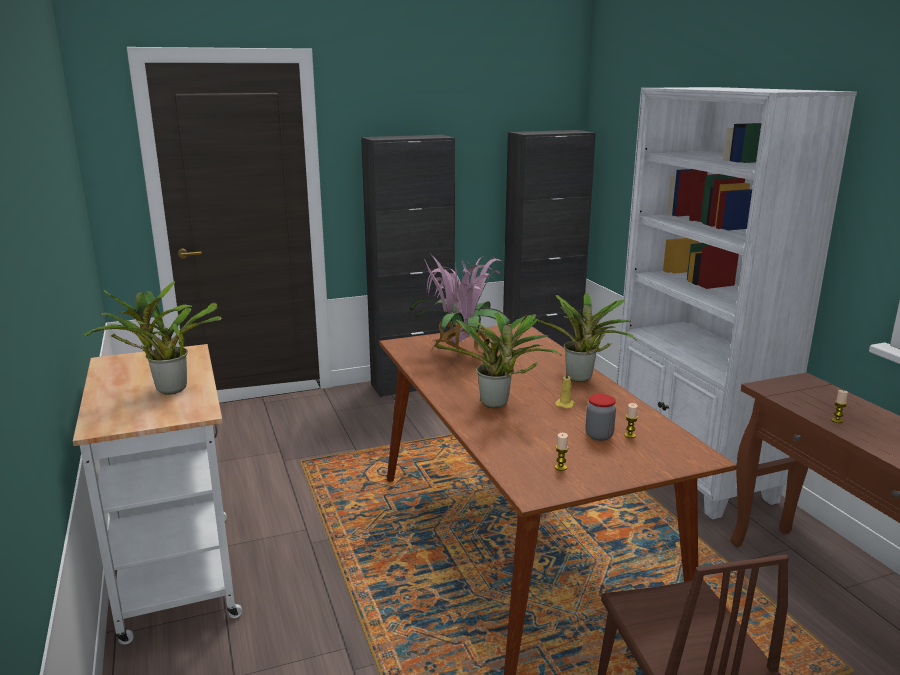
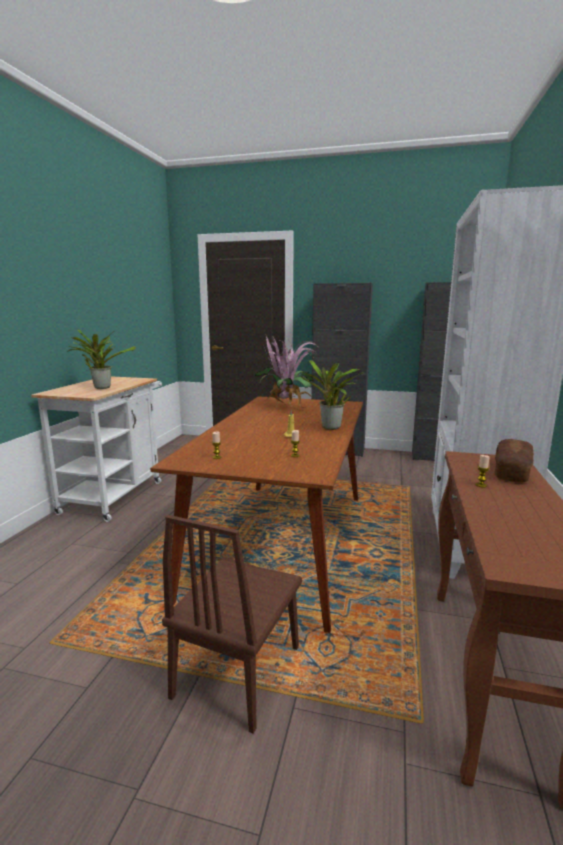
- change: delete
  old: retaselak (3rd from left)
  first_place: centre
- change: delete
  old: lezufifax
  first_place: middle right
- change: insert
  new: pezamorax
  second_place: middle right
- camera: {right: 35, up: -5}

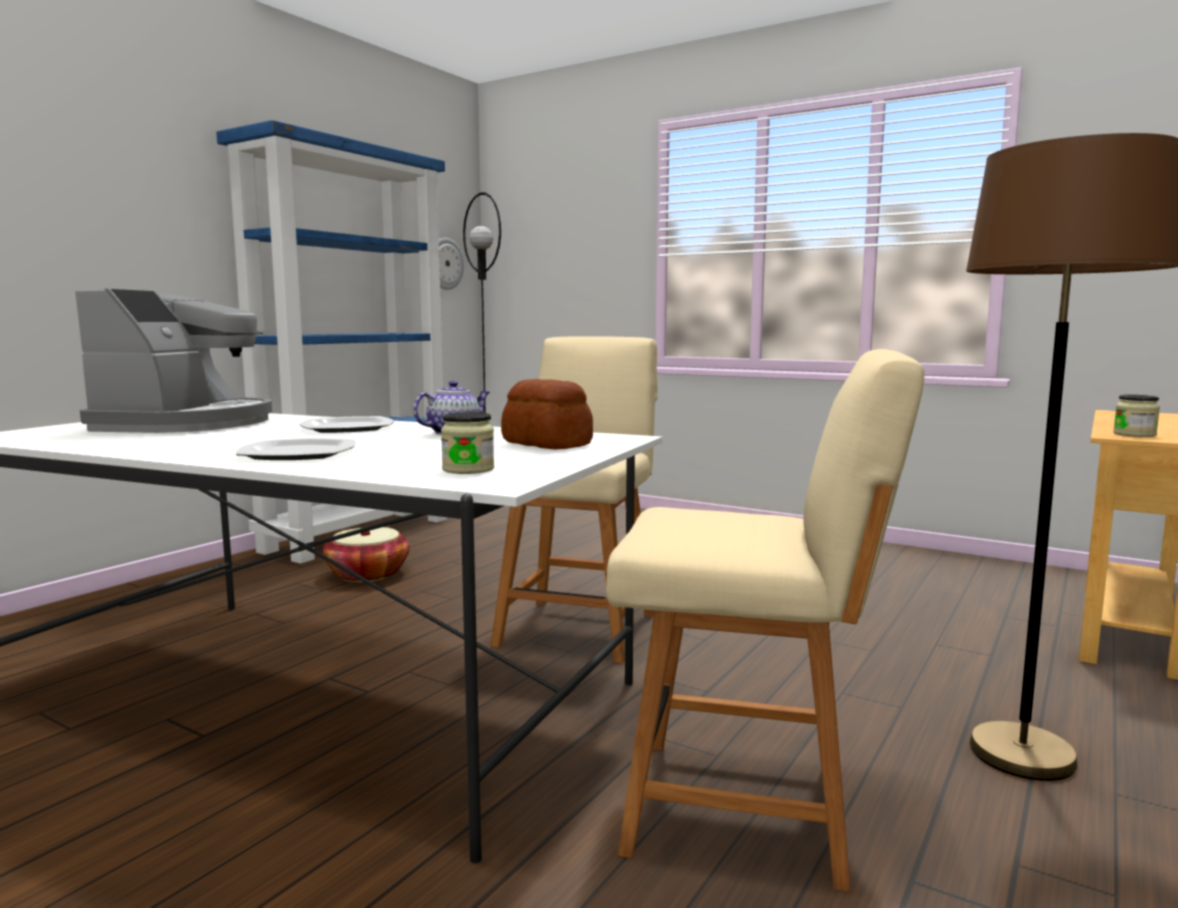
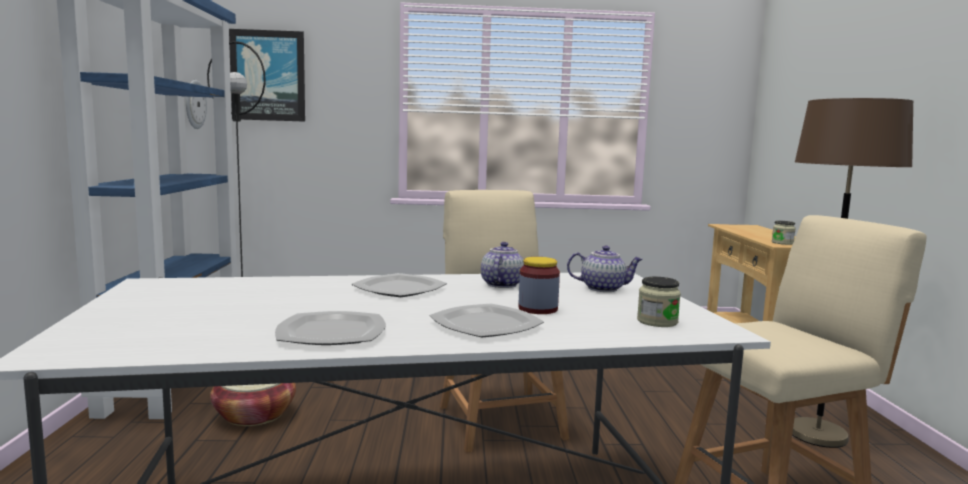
- change: delete
  old: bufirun
  first_place: middle left
- change: replace
  old: pezamorax
  new: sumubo (2nd from left)
  first_place: centre
  second_place: centre
- change: insert
  new: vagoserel
  second_place: top left
- change: insert
  new: lezufifax (1st from left)
  second_place: centre
- change: insert
  new: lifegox (1st from left)
  second_place: bottom centre
- camera: {right: -35, up: 0}

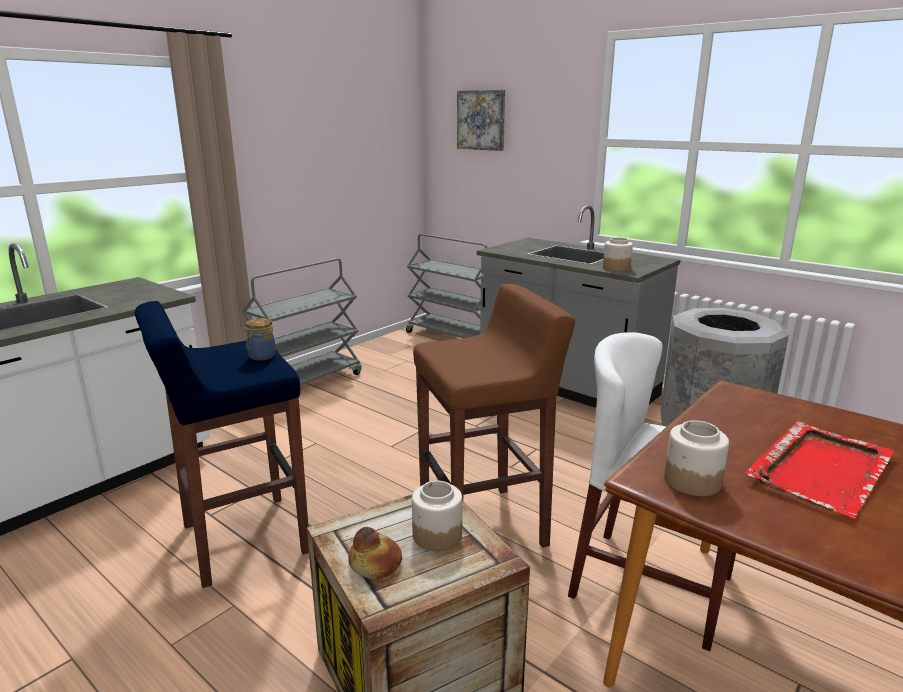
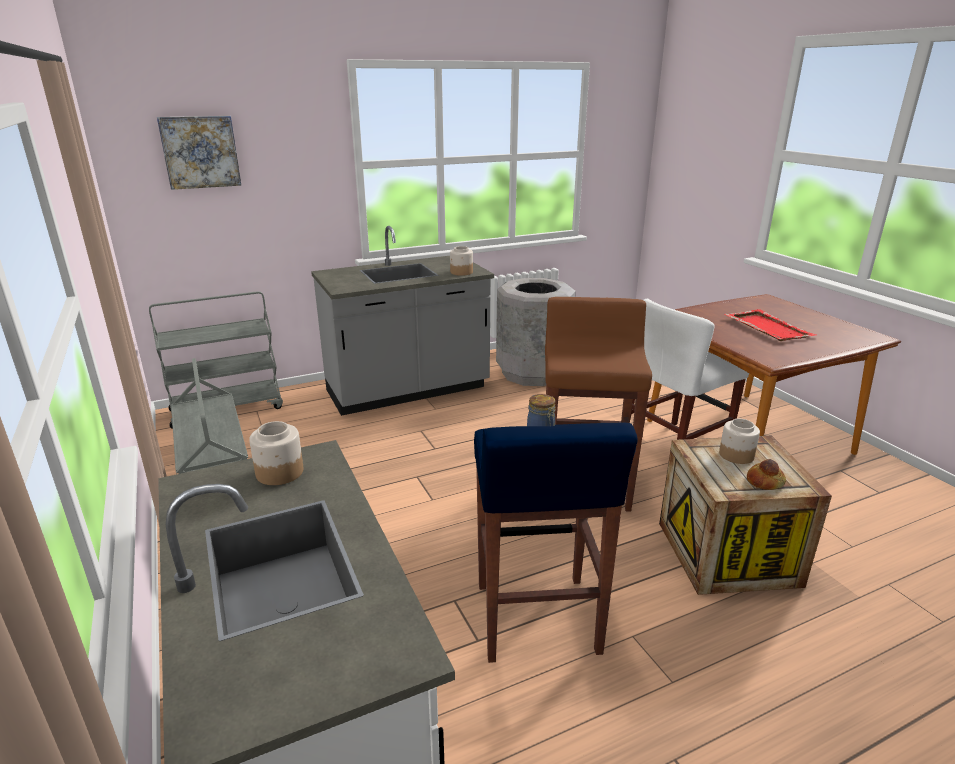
- change: move
  old: lezufifax (4th from left in the first image)
  new: lezufifax (1st from left)
  first_place: middle right
  second_place: middle left
- camera: {right: -65, up: 5}

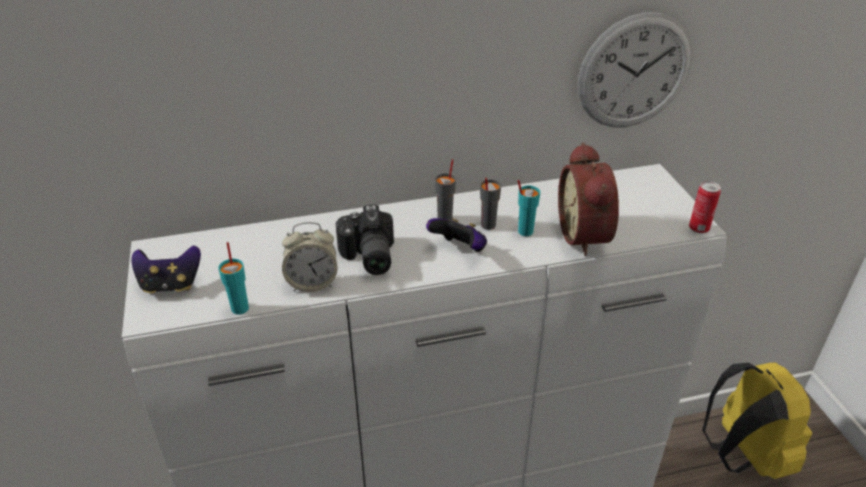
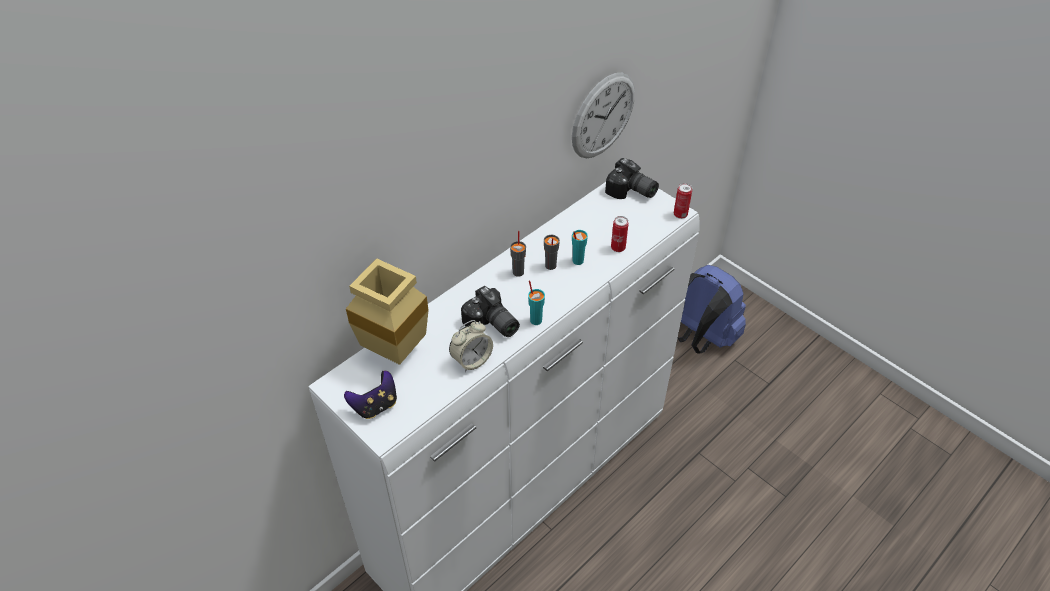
- change: replace
  old: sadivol (2nd from left)
  new: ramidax (1st from left)
  first_place: middle right
  second_place: centre
- change: delete
  old: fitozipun (2nd from left)
  first_place: centre
- change: move
  old: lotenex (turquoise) (1st from left)
  first_place: middle left
  second_place: centre
- change: recolor
  old: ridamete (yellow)
  new: ridamete (blue)
  first_place: bottom right
  second_place: middle right
- change: insert
  new: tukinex (2nd from left)
  second_place: top centre
- change: insert
  new: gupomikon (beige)
  second_place: centre
- camera: {right: -30, up: 10}

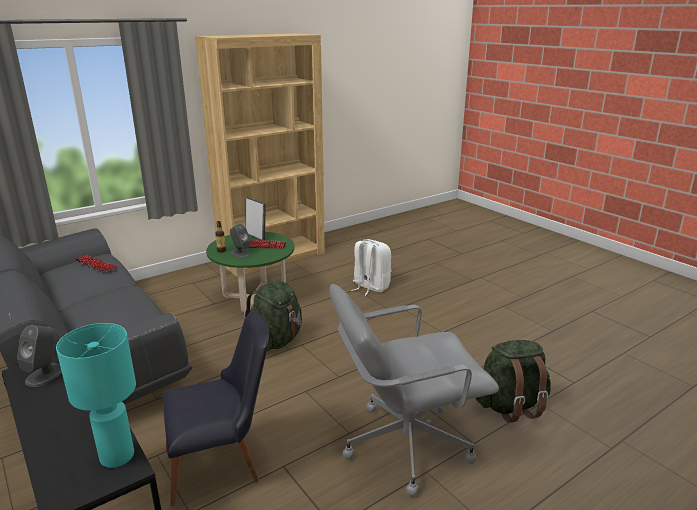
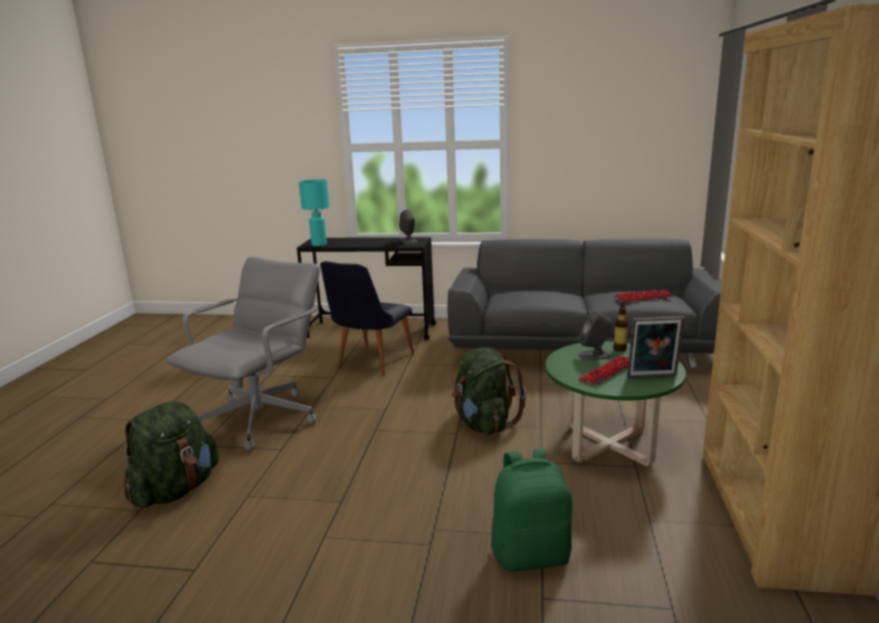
- change: recolor
  old: ridamete (white)
  new: ridamete (green) (3rd from left)
  first_place: centre
  second_place: bottom centre
- camera: {right: 135, up: -5}

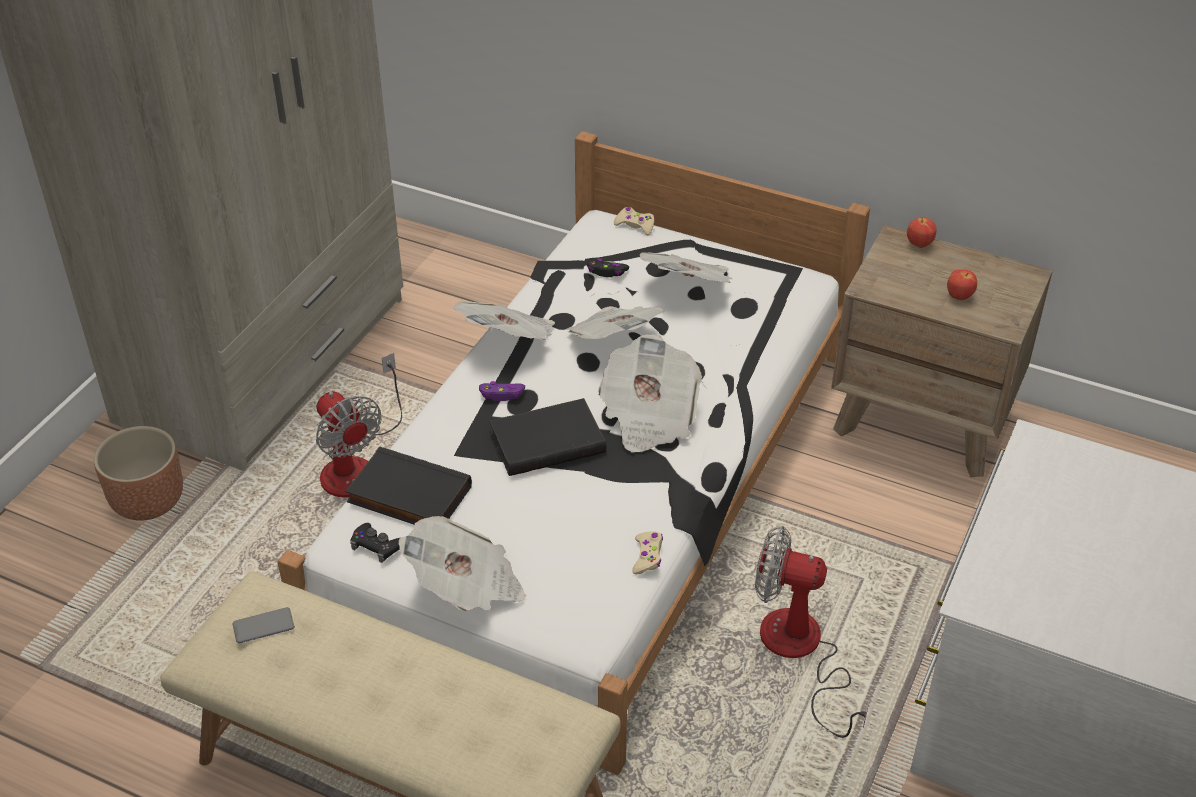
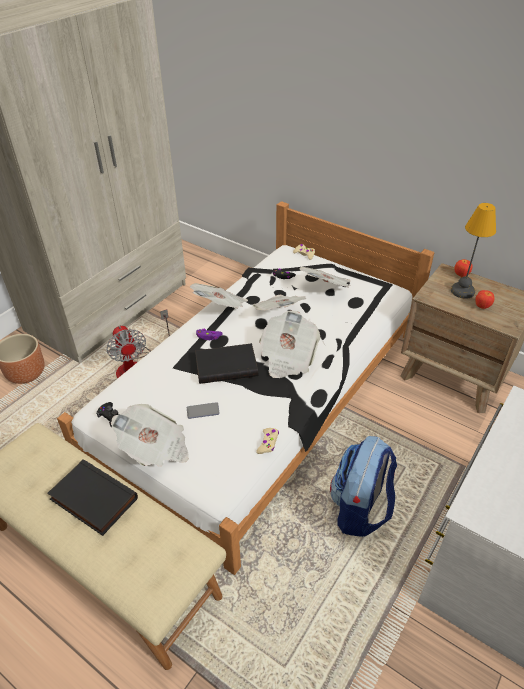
- change: move
  old: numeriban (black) (1st from left)
  first_place: centre
  second_place: bottom left
- change: replace
  old: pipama (2nd from left)
  new: ridamete
  first_place: bottom right
  second_place: bottom right
- change: move
  old: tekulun
  first_place: bottom left
  second_place: centre
- change: insert
  new: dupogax
  second_place: middle right
- camera: {right: 10, up: 0}

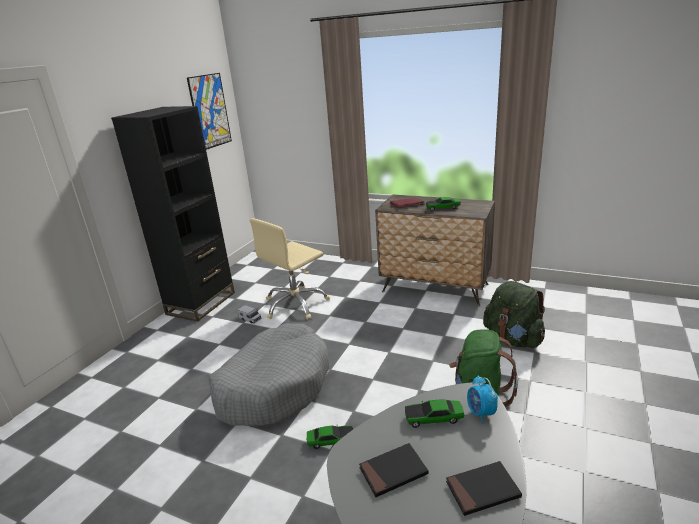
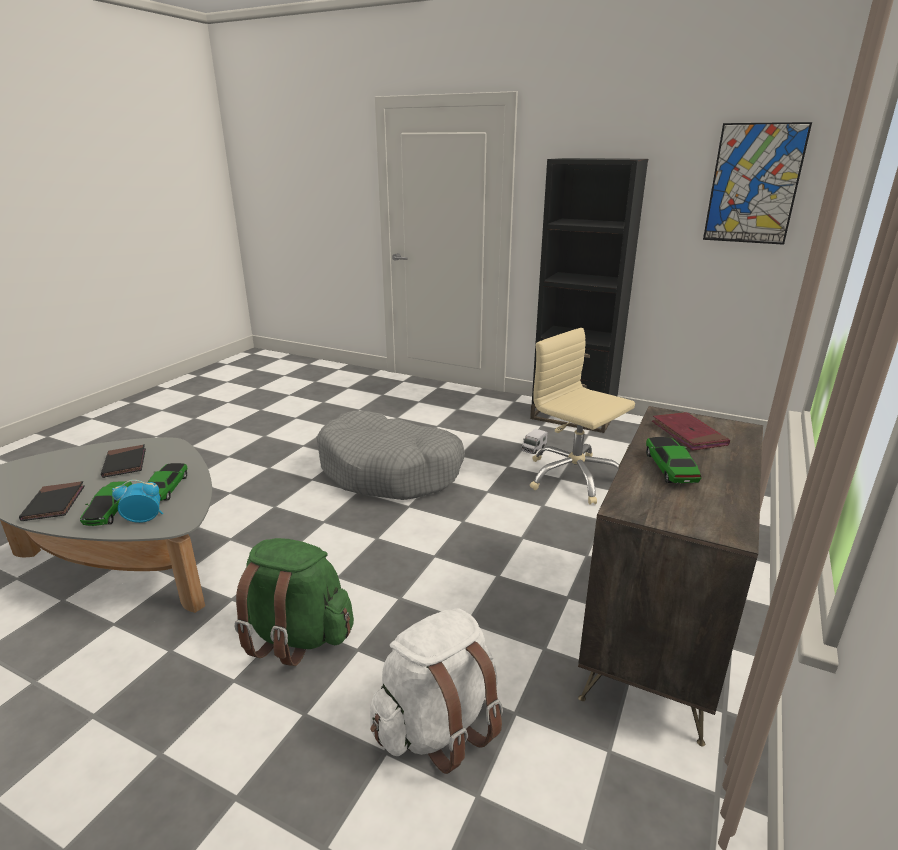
- change: recolor
  old: ridamete (green) (2nd from left)
  new: ridamete (white)
  first_place: middle right
  second_place: bottom centre
- change: move
  old: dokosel (1st from left)
  first_place: bottom centre
  second_place: middle left
- camera: {right: 90, up: 0}

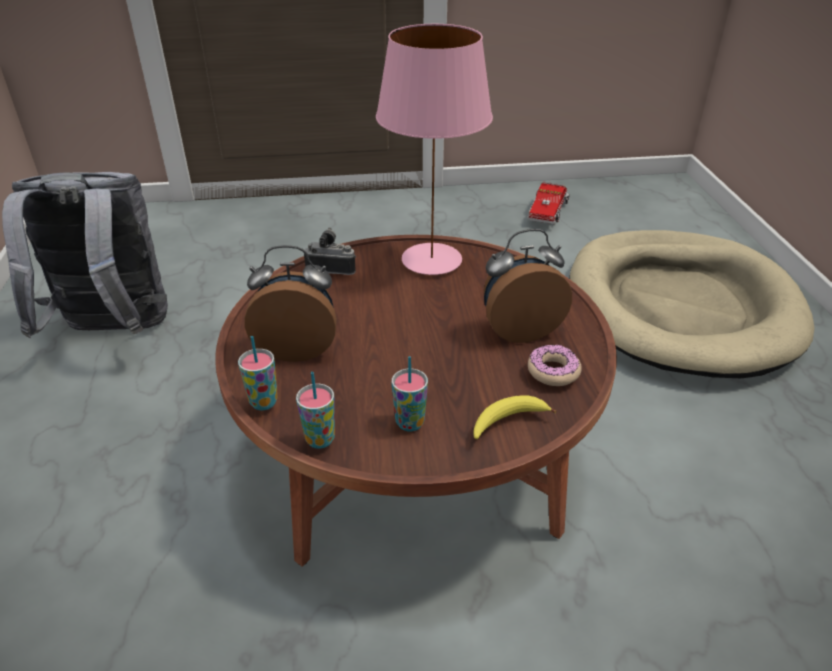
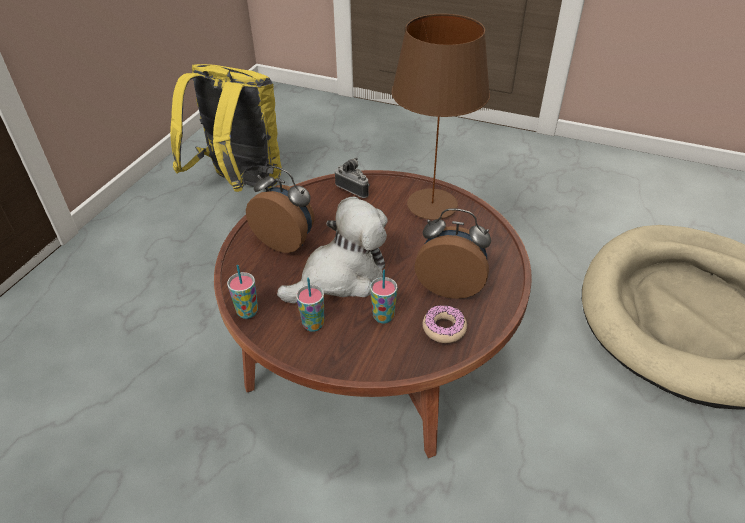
- change: recolor
  old: dupogax (pink)
  new: dupogax (brown)
  first_place: top centre
  second_place: top centre
- change: recolor
  old: ridamete (grey)
  new: ridamete (yellow)
  first_place: middle left
  second_place: top left
- change: delete
  old: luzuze
  first_place: top centre
- change: move
  old: lotenex (1st from left in the first image)
  new: lotenex (3rd from left)
  first_place: middle left
  second_place: centre
- change: delete
  old: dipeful
  first_place: centre
- change: insert
  new: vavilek
  second_place: centre
- camera: {right: 30, up: 5}

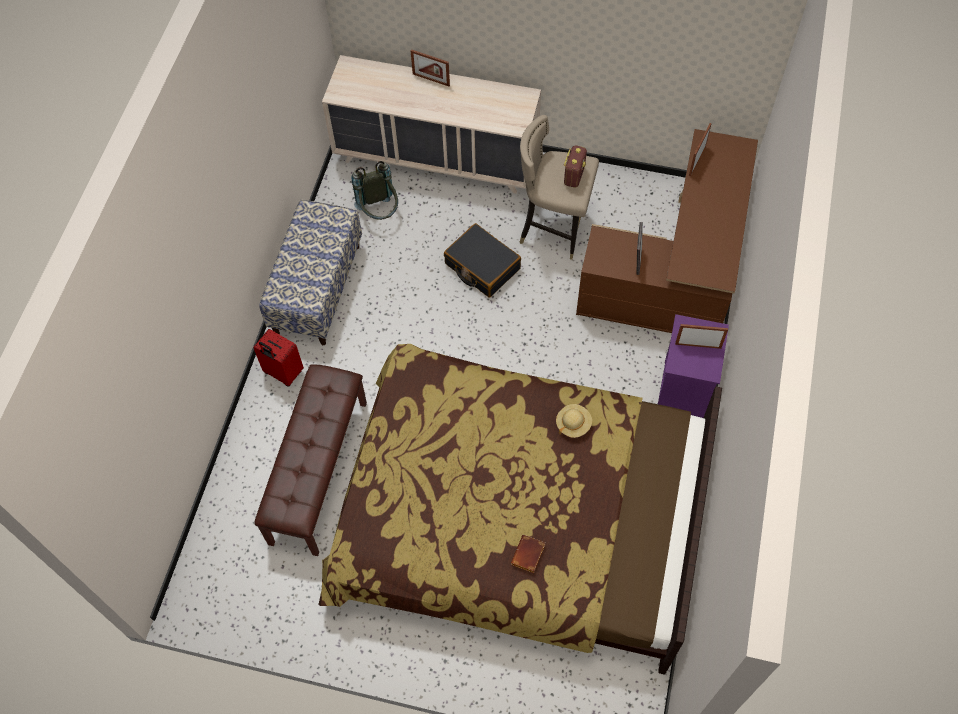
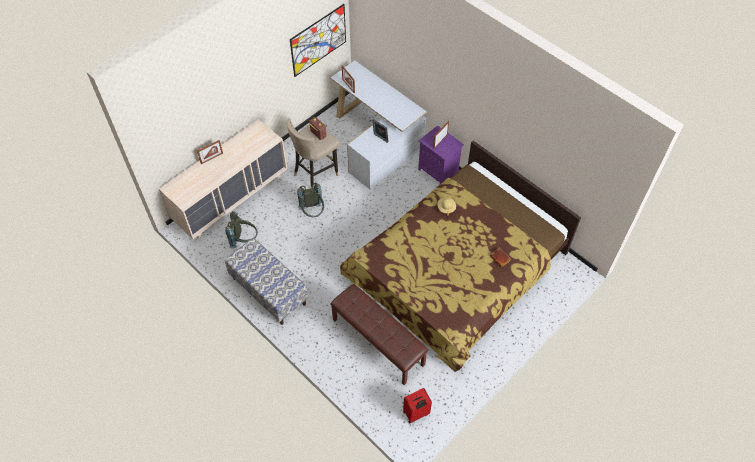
- change: recolor
  old: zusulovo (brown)
  new: zusulovo (white)
  first_place: top right
  second_place: top centre
- change: replace
  old: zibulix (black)
  new: ridamete (grey) (2nd from left)
  first_place: centre
  second_place: centre
- change: move
  old: zibulix (red)
  first_place: middle left
  second_place: bottom centre
- change: insert
  new: vagoserel
  second_place: top centre
- camera: {right: -60, up: -5}

